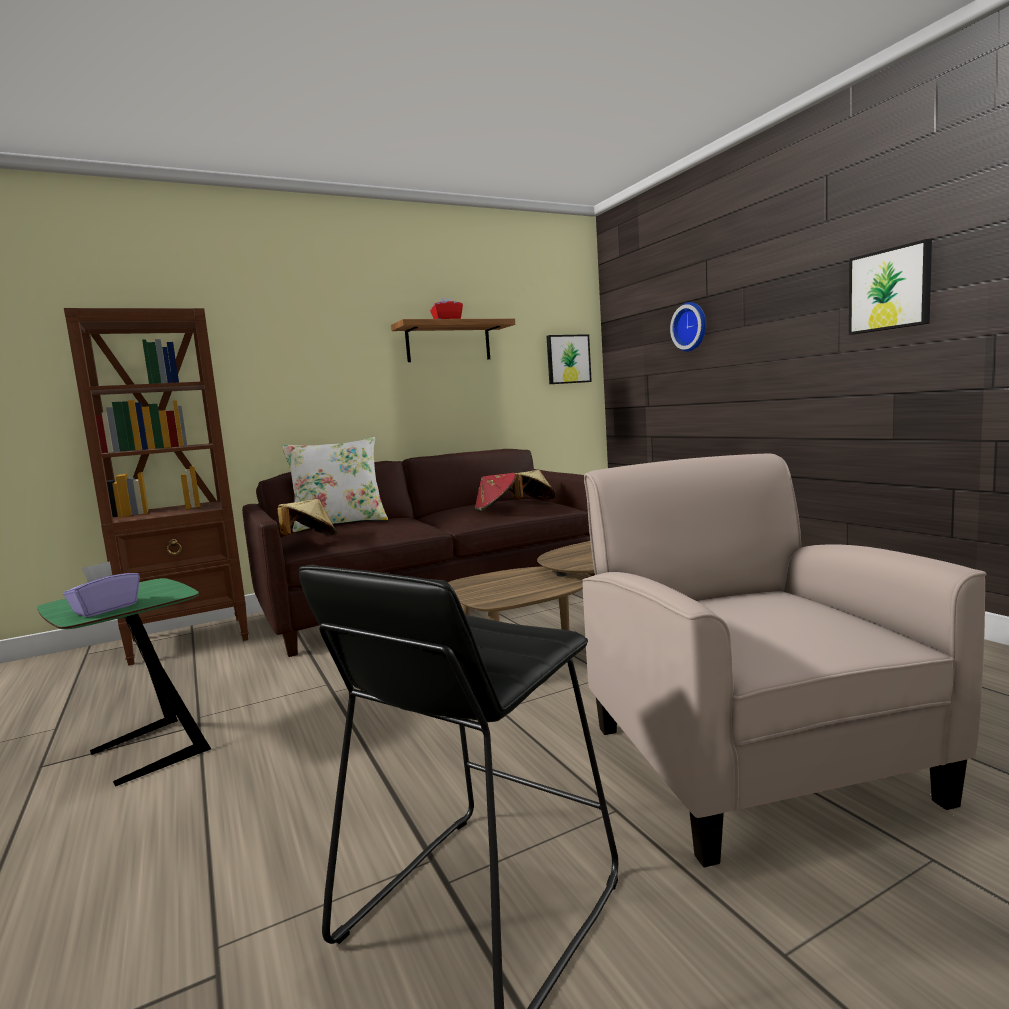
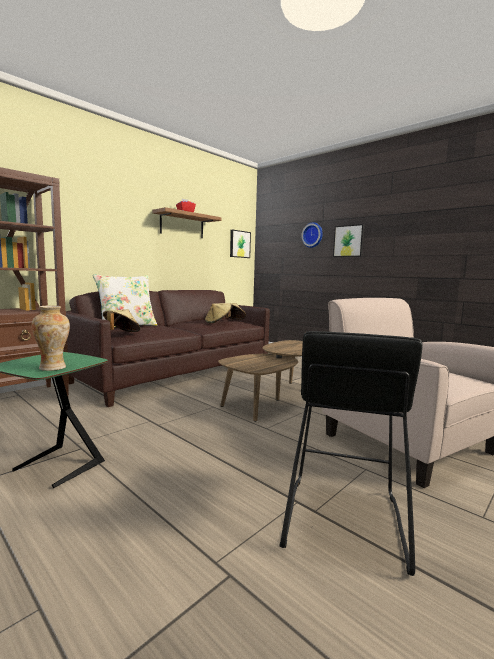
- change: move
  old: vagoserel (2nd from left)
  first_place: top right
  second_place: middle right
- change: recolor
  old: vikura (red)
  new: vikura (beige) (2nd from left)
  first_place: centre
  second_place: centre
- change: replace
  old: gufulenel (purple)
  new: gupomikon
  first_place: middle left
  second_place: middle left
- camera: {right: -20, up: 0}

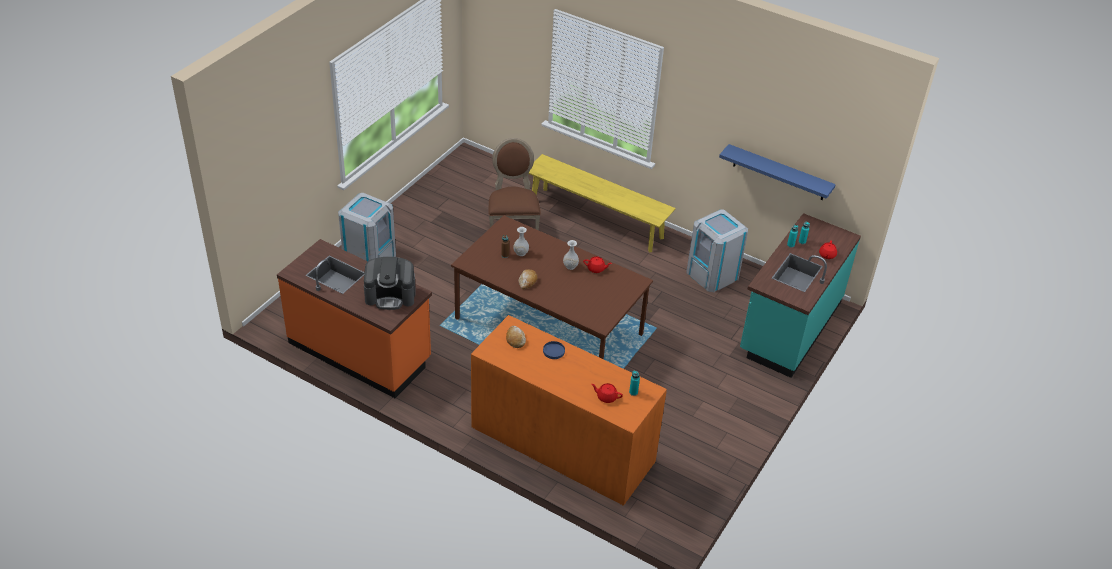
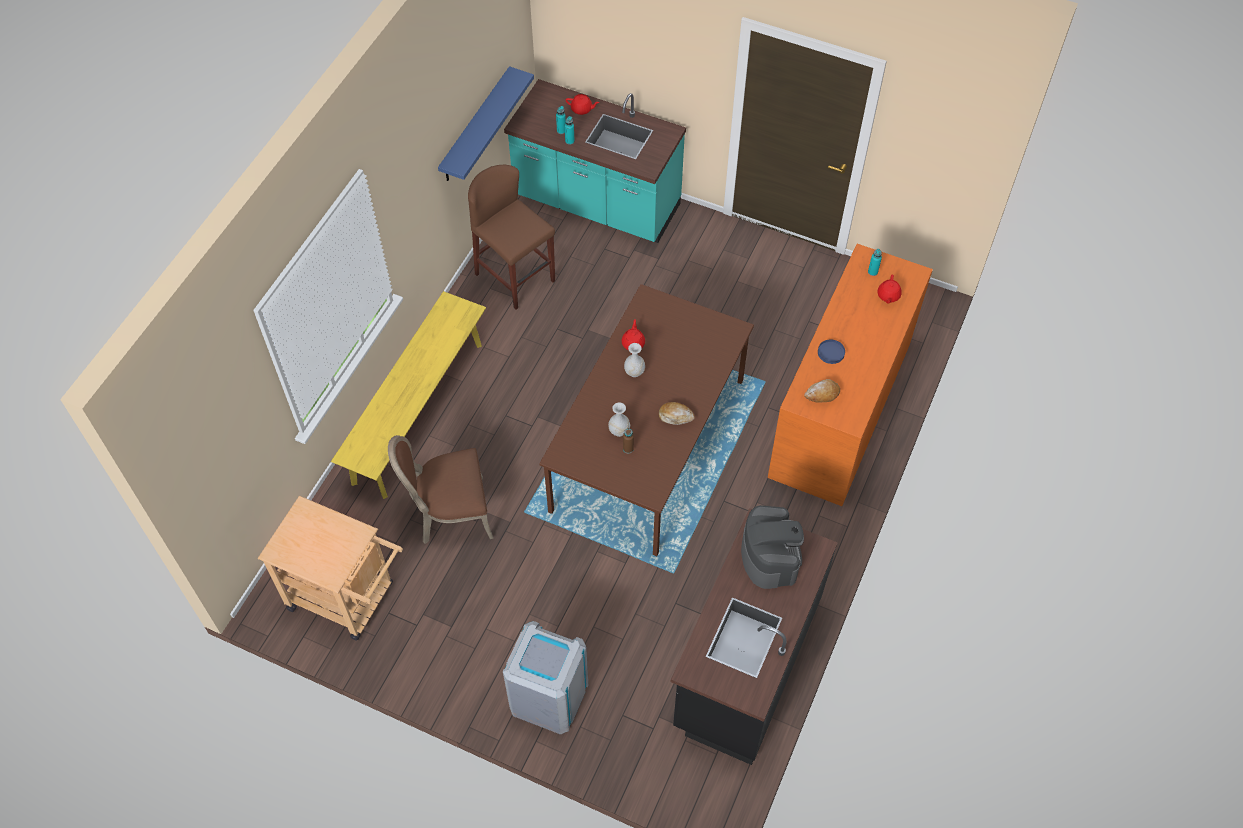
- change: replace
  old: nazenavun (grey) (2nd from left)
  new: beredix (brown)
  first_place: centre
  second_place: top centre
- change: recolor
  old: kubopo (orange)
  new: kubopo (black)
  first_place: middle left
  second_place: bottom centre
- change: insert
  new: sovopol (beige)
  second_place: bottom left
- camera: {right: -95, up: 15}

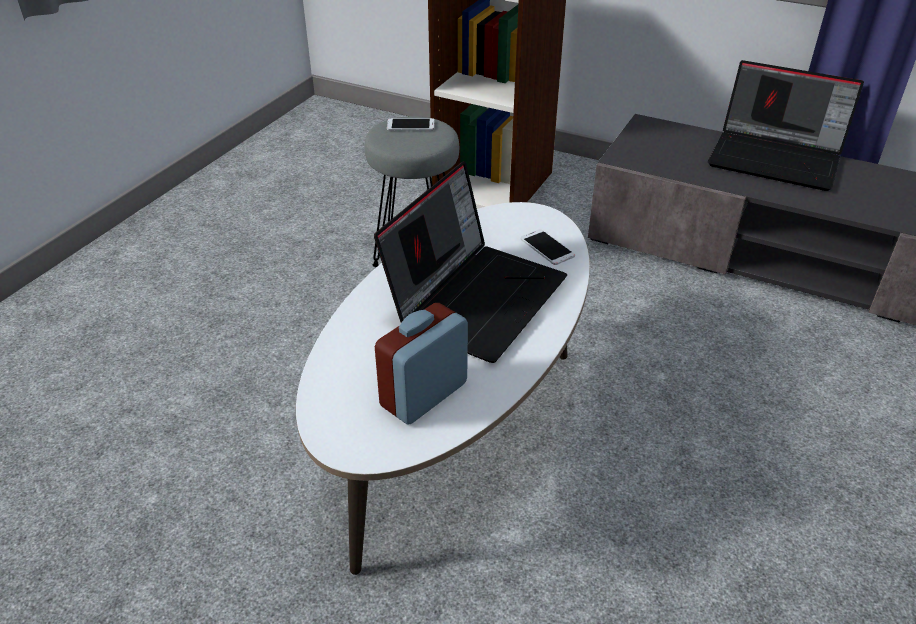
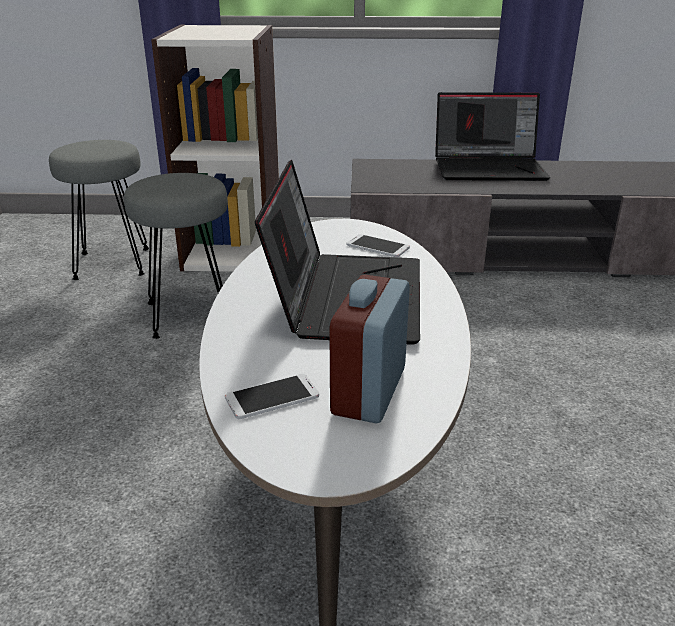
- change: move
  old: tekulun (1st from left)
  first_place: top centre
  second_place: centre
- change: insert
  new: beredix (grey) (1st from left)
  second_place: middle left
- camera: {right: -25, up: -10}

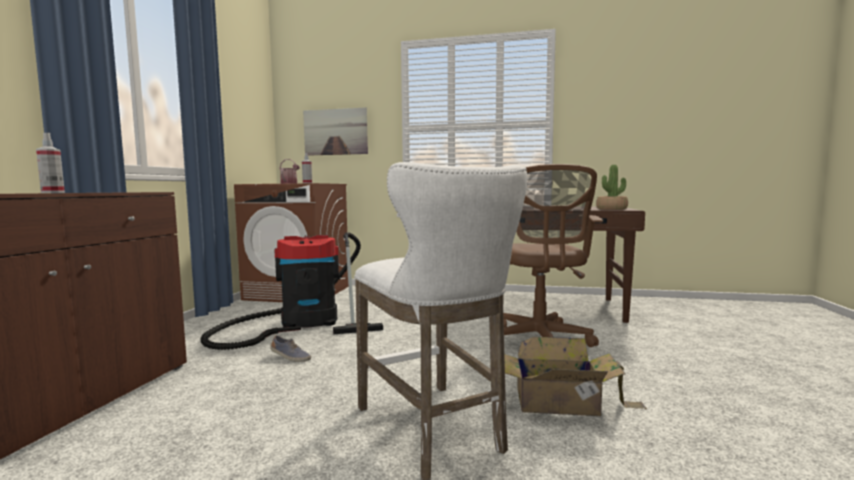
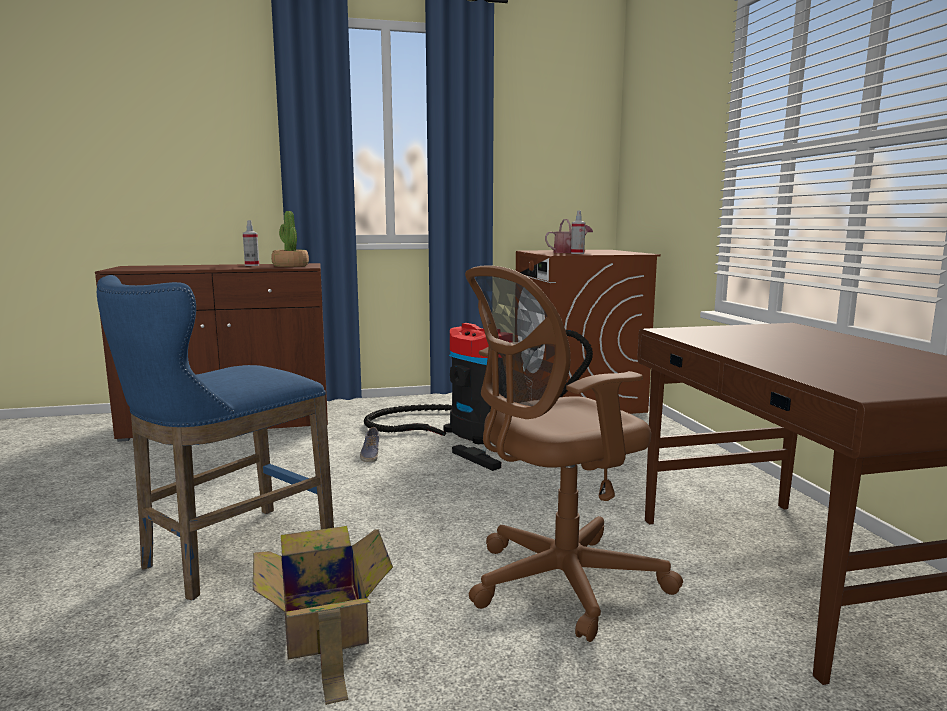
- change: delete
  old: vagoserel
  first_place: top centre
- change: recolor
  old: beredix (white)
  new: beredix (blue)
  first_place: bottom centre
  second_place: middle left
- change: move
  old: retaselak
  first_place: middle right
  second_place: middle left
- camera: {right: 65, up: 5}

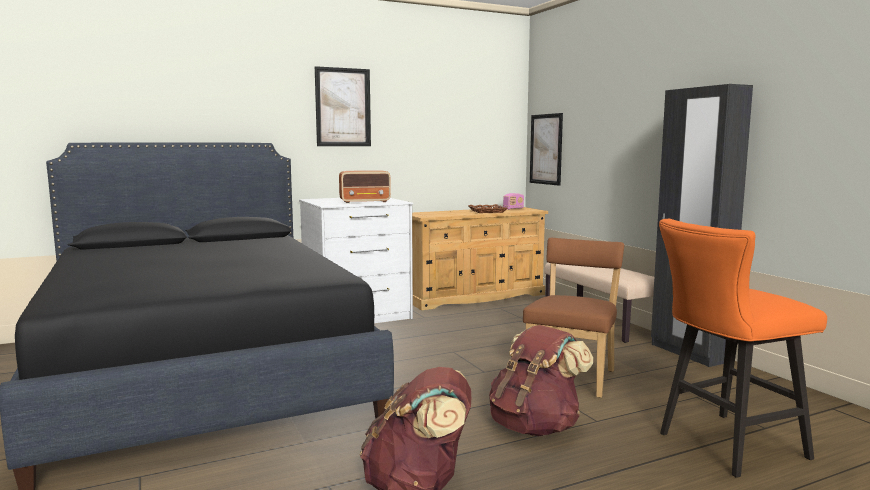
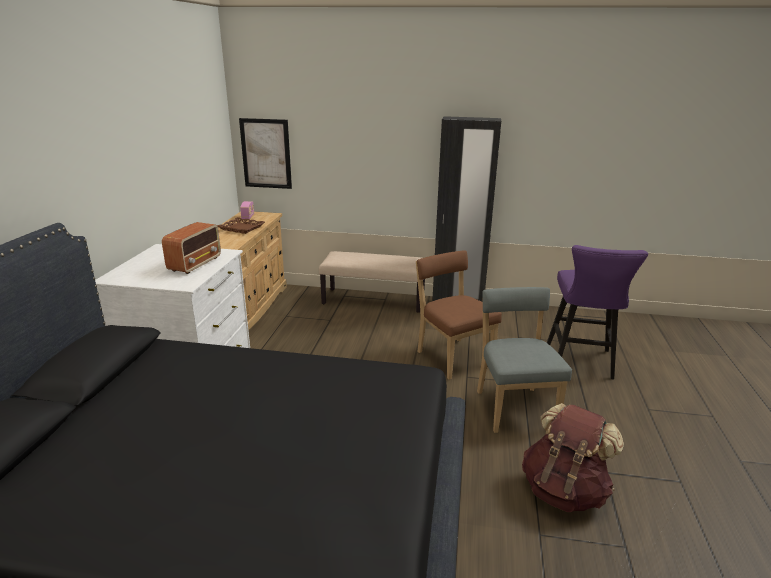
- change: delete
  old: vagoserel (1st from left)
  first_place: top centre
- change: recolor
  old: beredix (orange)
  new: beredix (purple)
  first_place: bottom right
  second_place: middle right
- change: replace
  old: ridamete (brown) (2nd from left)
  new: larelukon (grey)
  first_place: bottom centre
  second_place: middle right
- camera: {right: -55, up: 15}

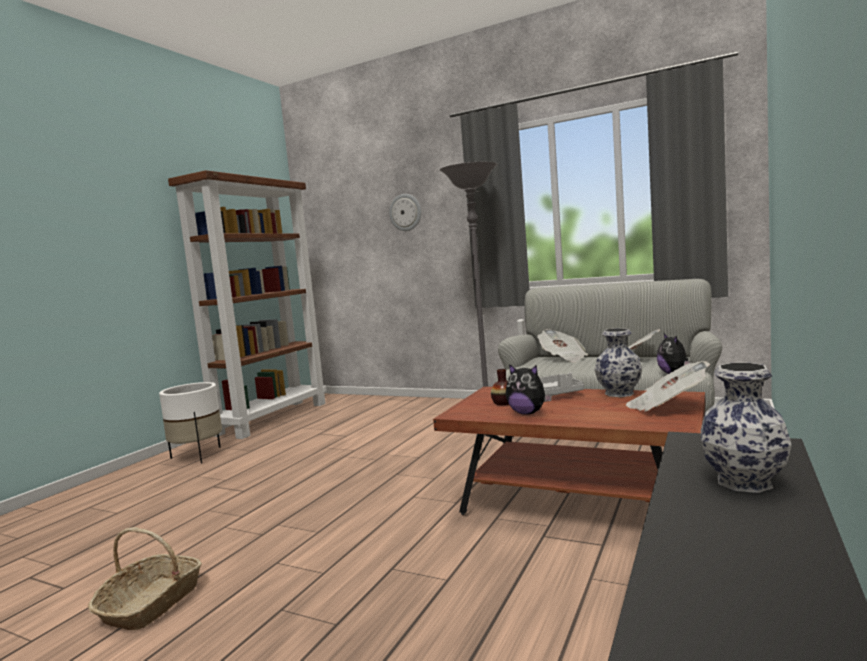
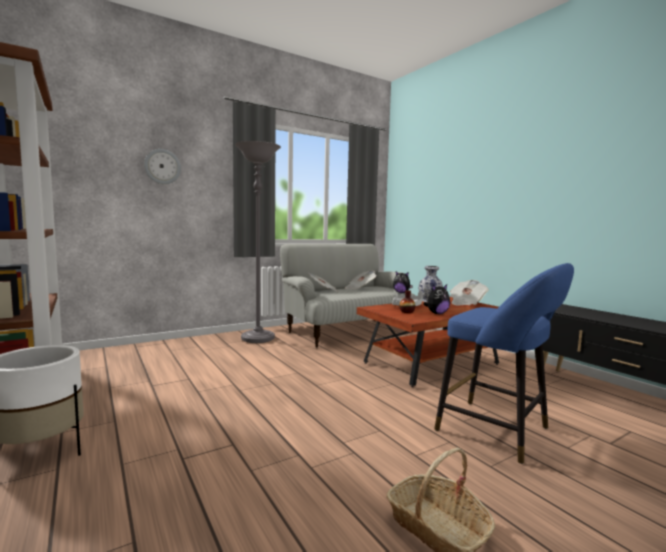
- change: delete
  old: gupomikon (3rd from left)
  first_place: middle right
- change: insert
  new: beredix (blue)
  second_place: middle right
- camera: {right: -60, up: 0}

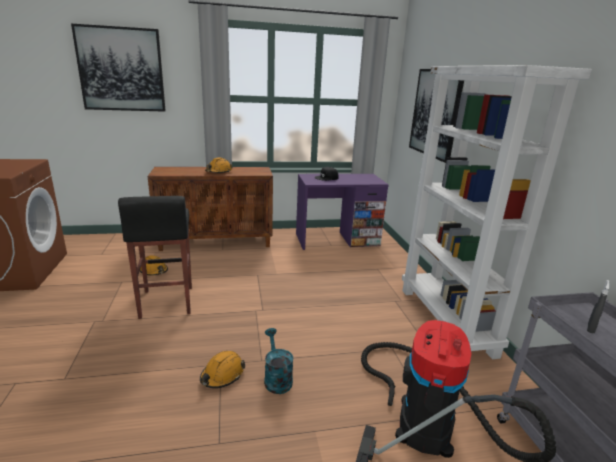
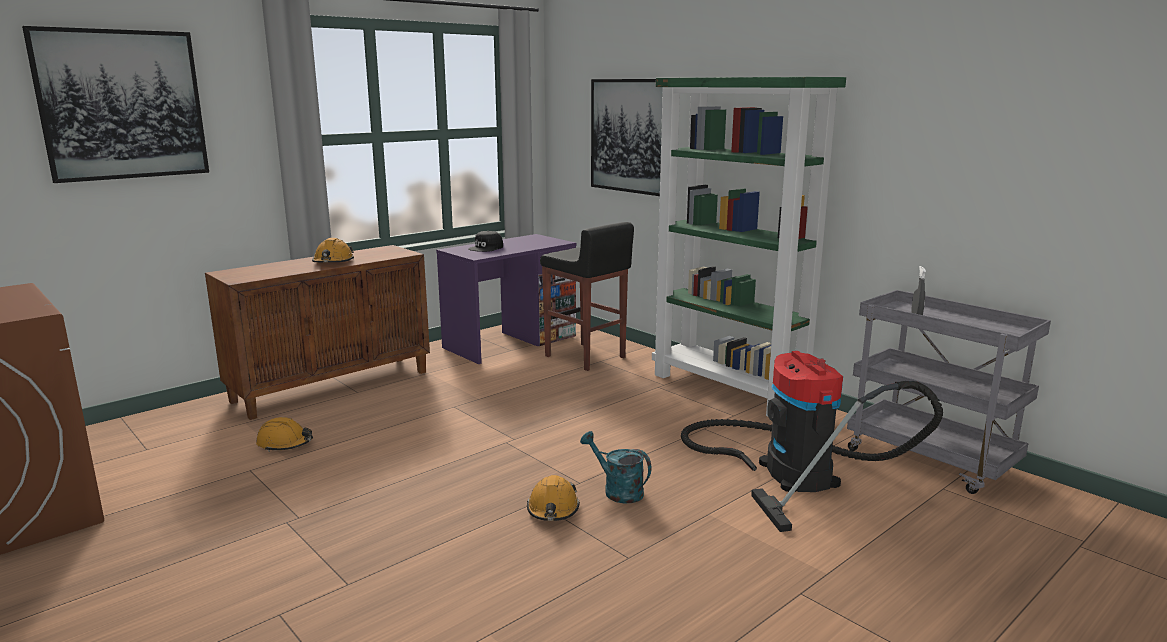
- change: recolor
  old: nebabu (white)
  new: nebabu (green)
  first_place: middle right
  second_place: centre
- change: move
  old: beredix (black)
  first_place: middle left
  second_place: centre
- camera: {right: -30, up: -5}

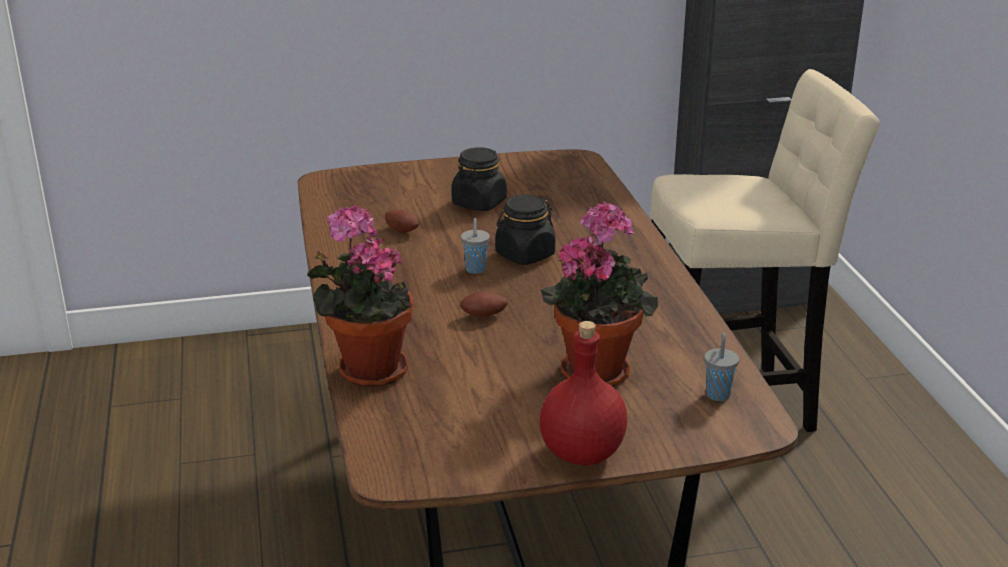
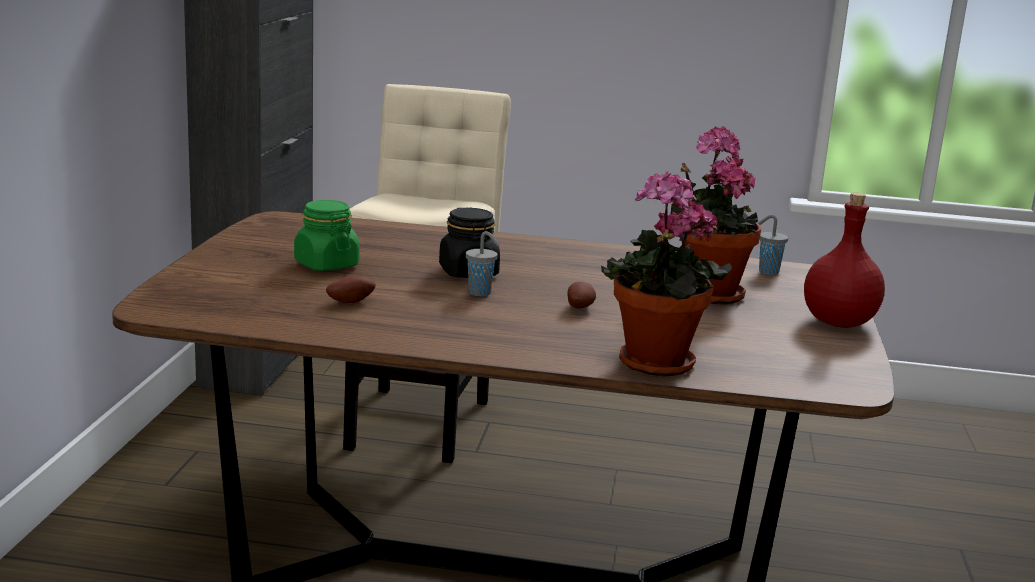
- change: recolor
  old: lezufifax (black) (1st from left)
  new: lezufifax (green)
  first_place: top centre
  second_place: middle left
- camera: {right: -70, up: -10}

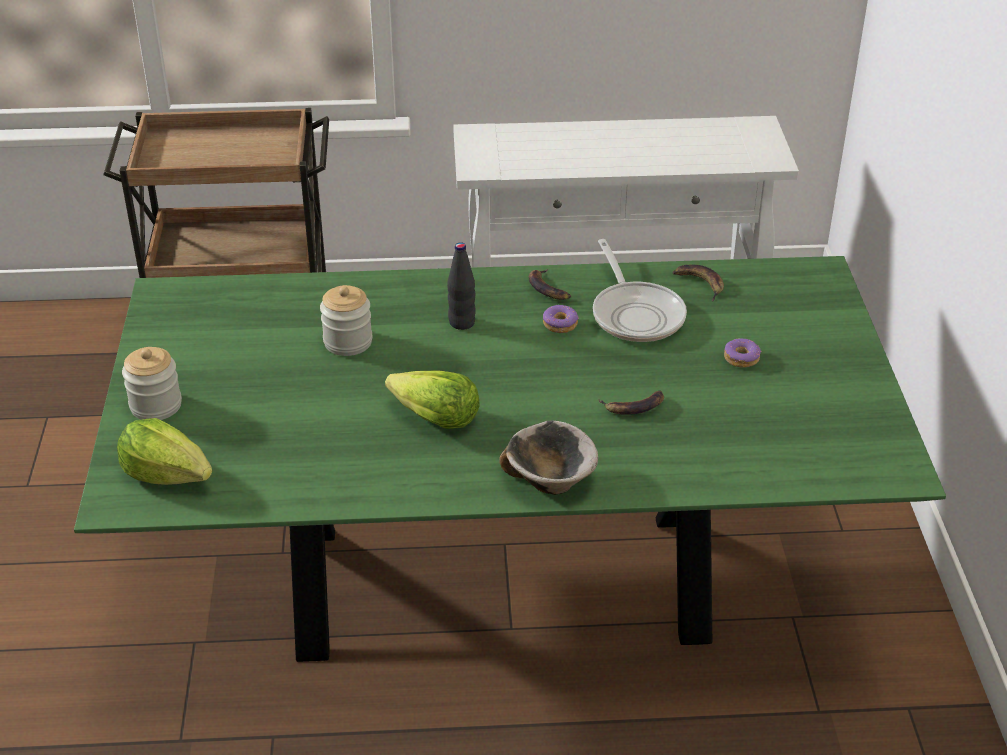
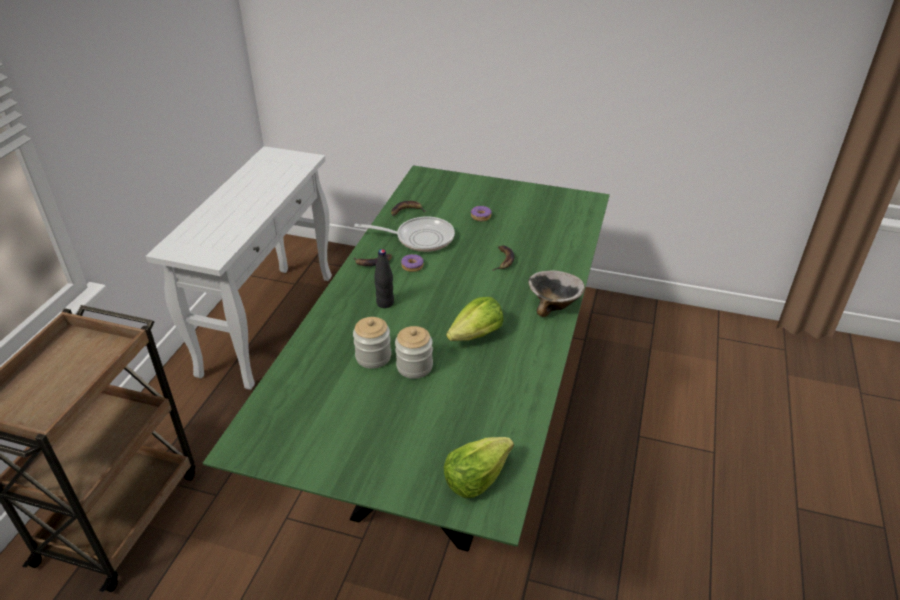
- change: move
  old: lezufifax (1st from left in the first image)
  new: lezufifax (2nd from left)
  first_place: middle left
  second_place: centre
- camera: {right: -70, up: 0}

